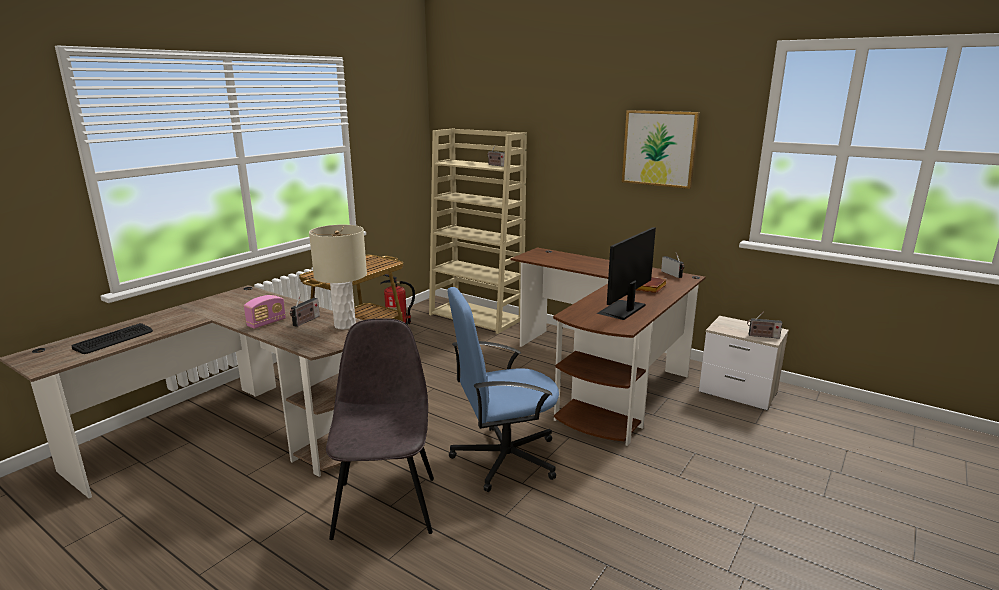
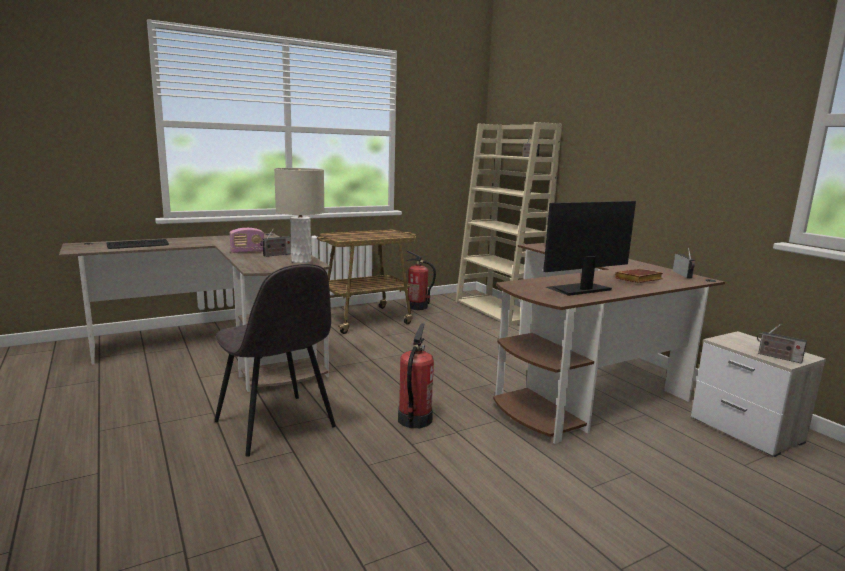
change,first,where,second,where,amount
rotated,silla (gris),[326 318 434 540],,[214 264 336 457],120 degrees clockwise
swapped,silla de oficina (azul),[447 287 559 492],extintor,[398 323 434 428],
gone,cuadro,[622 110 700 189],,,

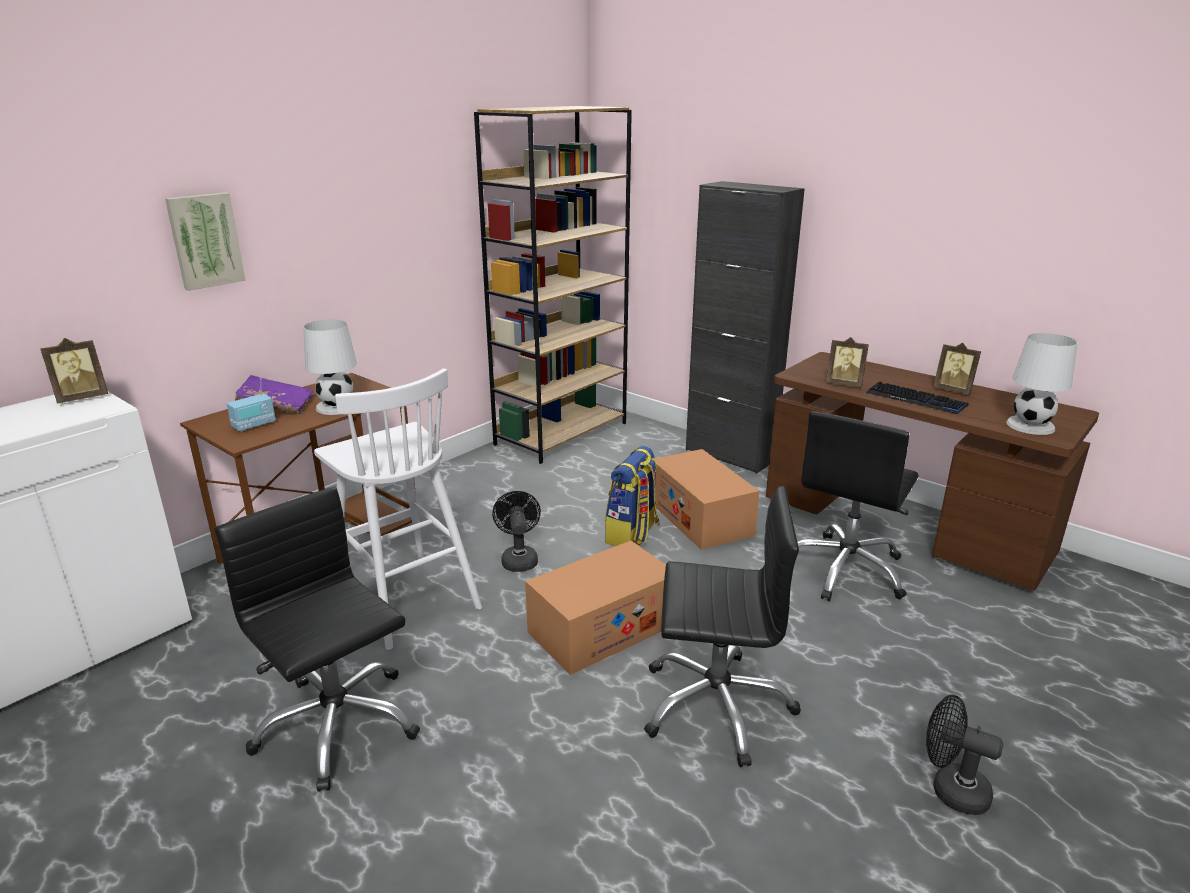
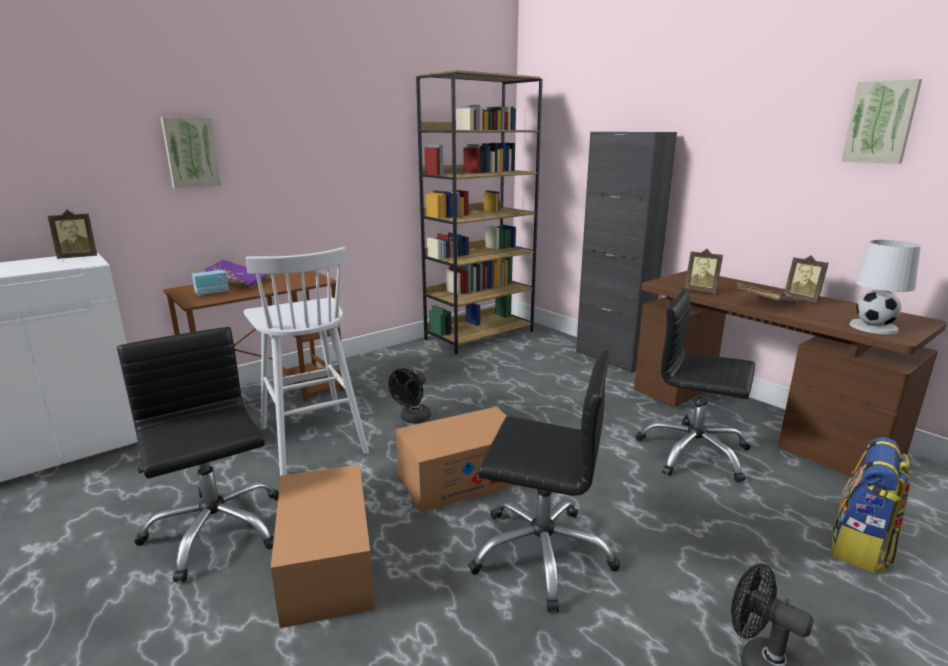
change,first,where,second,where,amount
gone,lámpara de mesa (blanco),[303 319 357 415],,,
rotated,ventilador (negro),[492 491 541 572],,[388 368 431 424],150 degrees counterclockwise
shifted,mochila,[605 446 660 546],,[831 437 910 574],
shifted,caja de cartón,[655 449 760 550],,[271 465 375 628],
rotated,silla de oficina (negro),[798 411 919 601],,[636 288 755 483],75 degrees clockwise
swapped,teclado,[866 381 969 414],libro (negro),[736 283 798 304],
new,,,cuadro,[841 79 922 164],

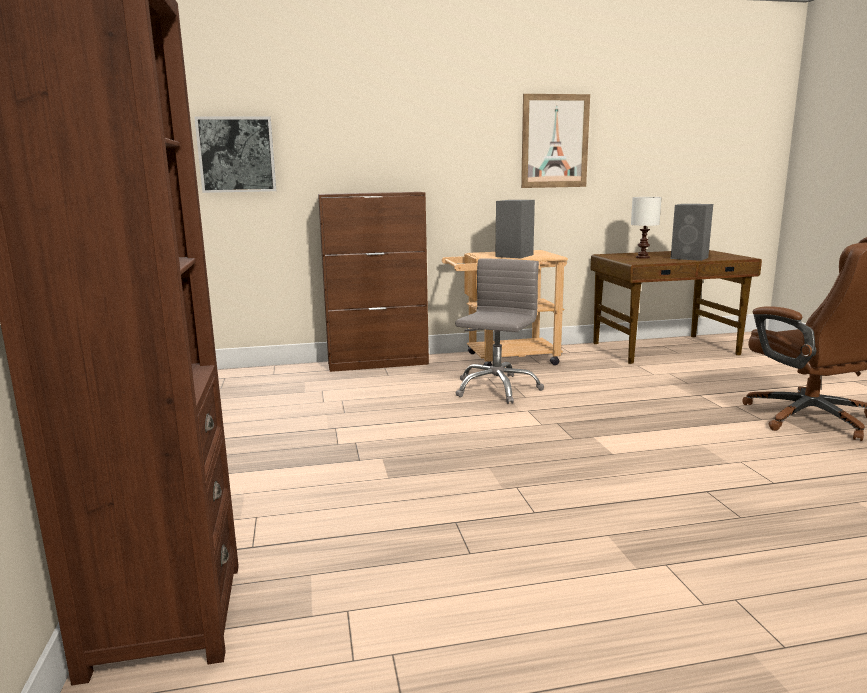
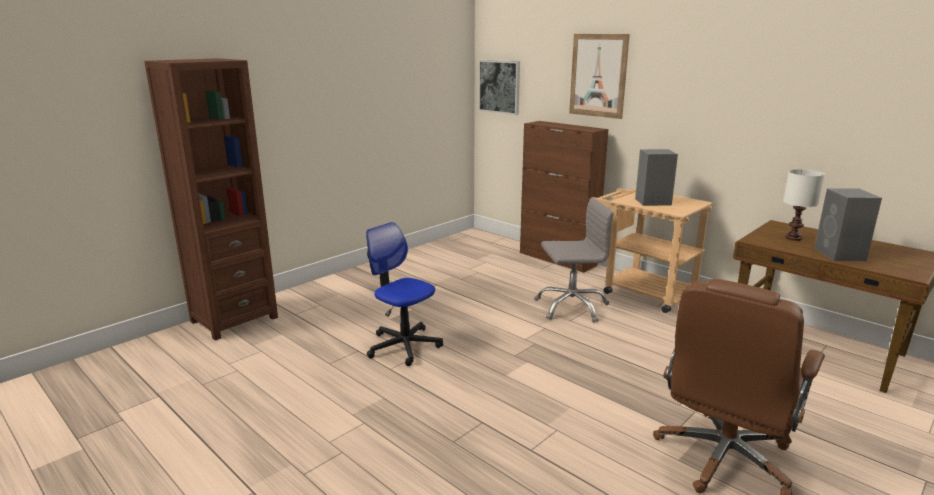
change,first,where,second,where,amount
shifted,cuadro,[521 94 590 188],,[569 34 630 119],
new,,,silla de oficina,[366 222 443 366],

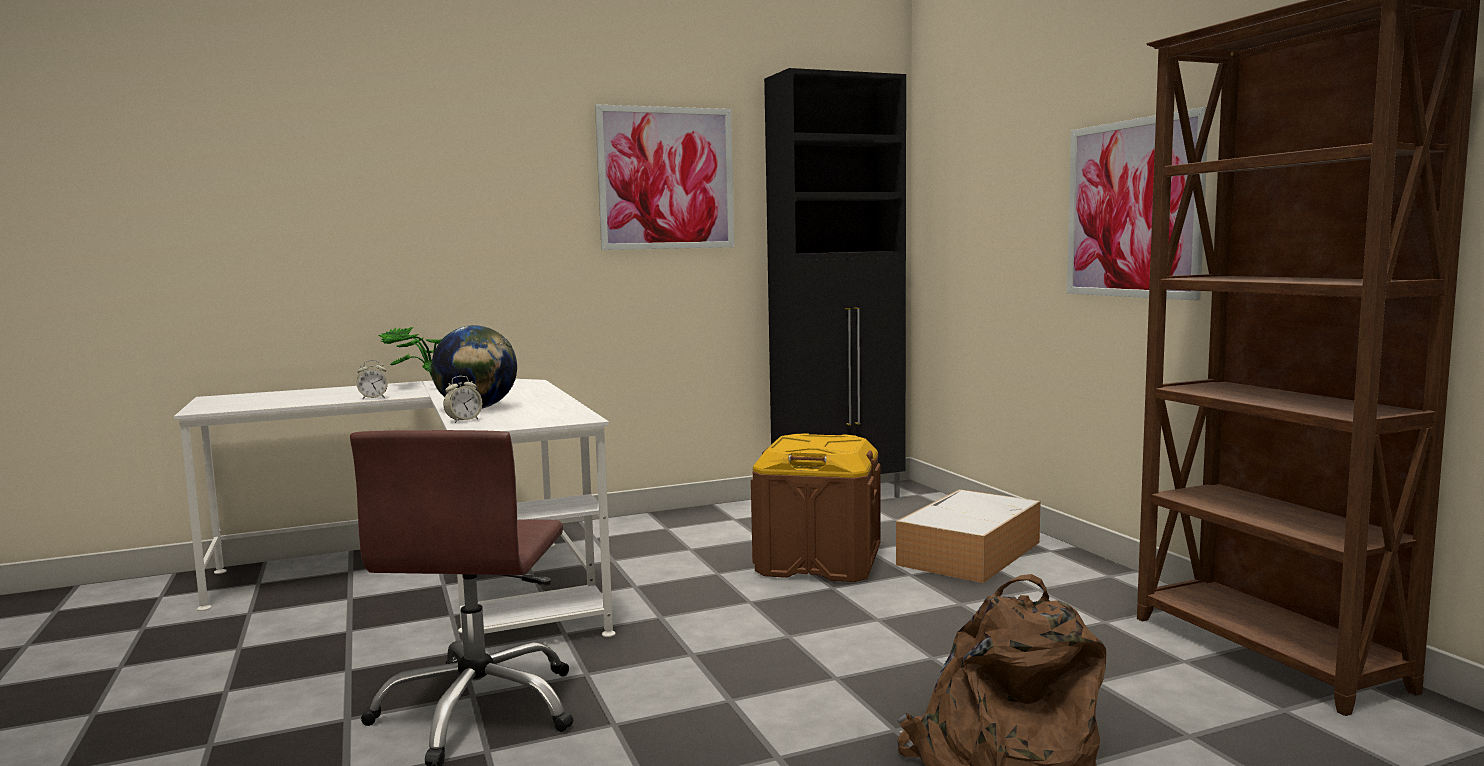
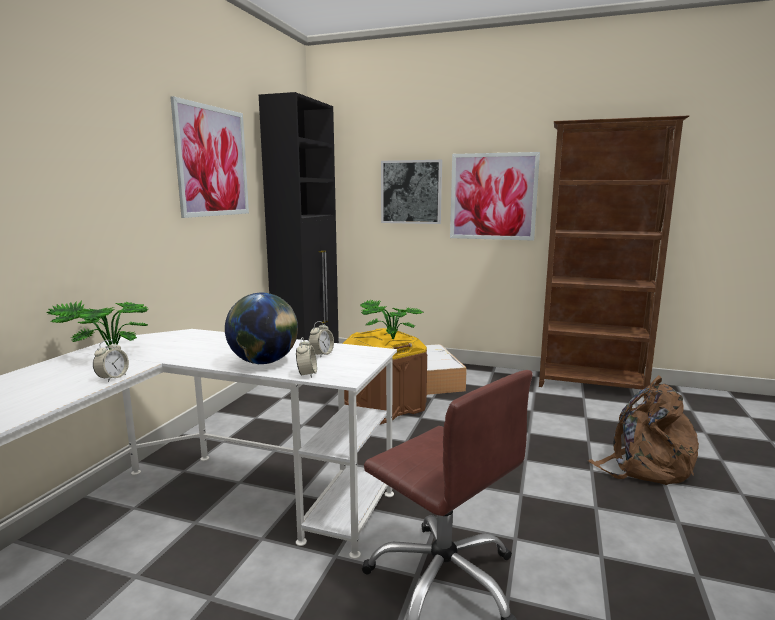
change,first,where,second,where,amount
new,,,despertador,[308 321 334 358],
new,,,planta en maceta,[360 300 424 339],
new,,,cuadro,[381 160 442 224],

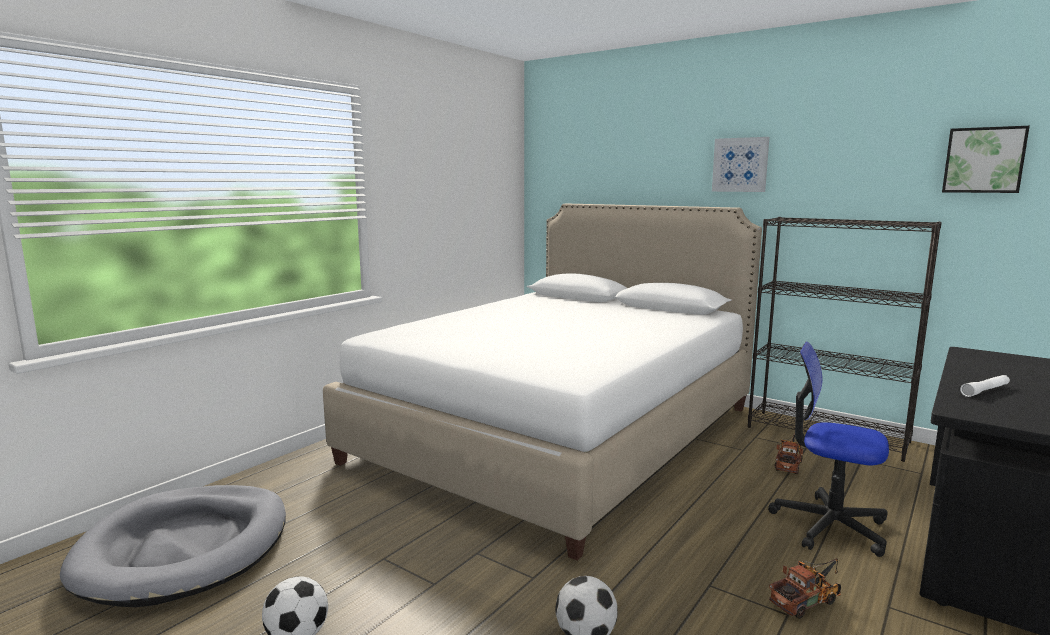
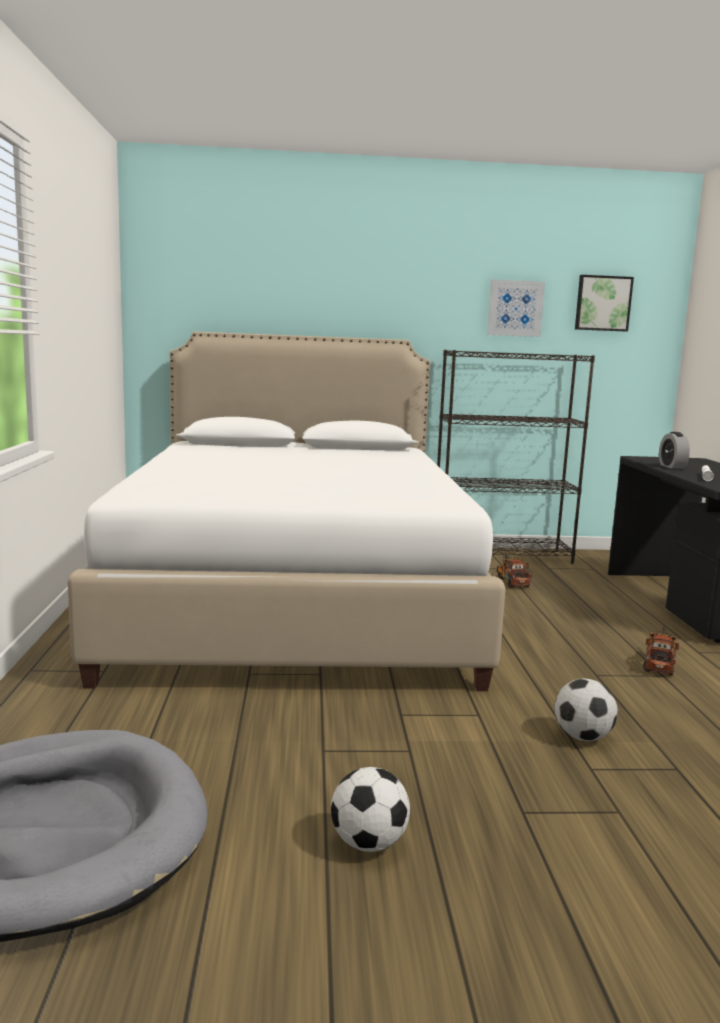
change,first,where,second,where,amount
shifted,cuadro,[712 137 769 192],,[487 279 545 337],
gone,silla de oficina,[768 342 889 557],,,
new,,,despertador,[659 432 690 469],

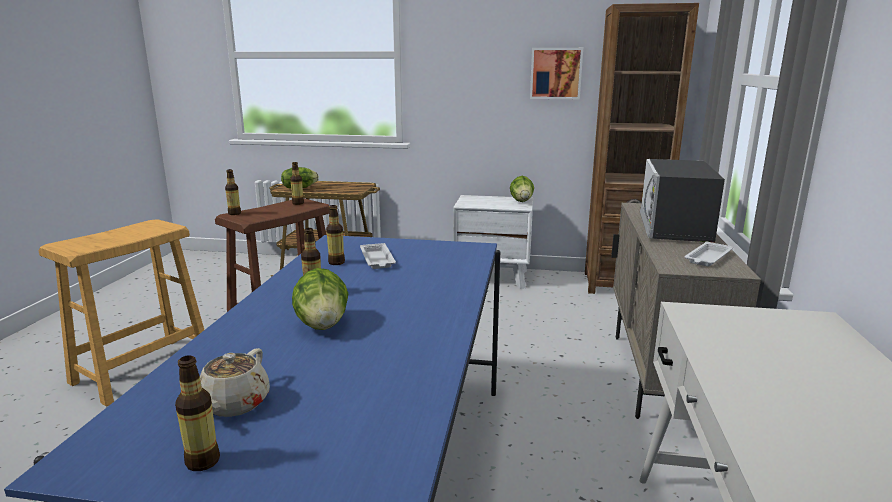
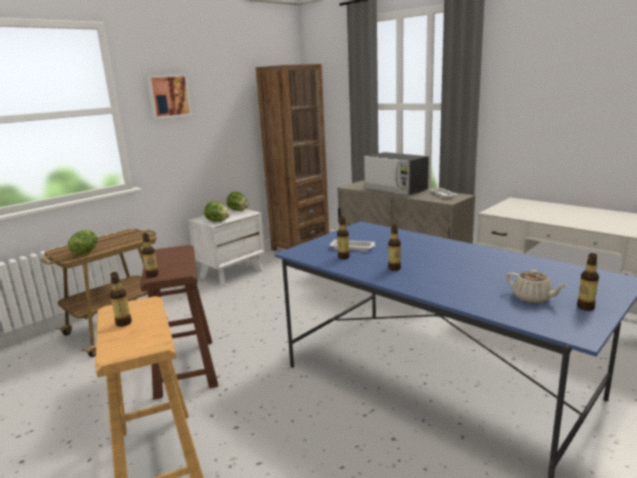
change,first,where,second,where,amount
shifted,botella,[290 162 304 205],,[110 272 132 327],
shifted,lechuga,[292 268 348 330],,[204 201 230 222],
shifted,cuadro,[530 48 583 99],,[147 74 192 119],

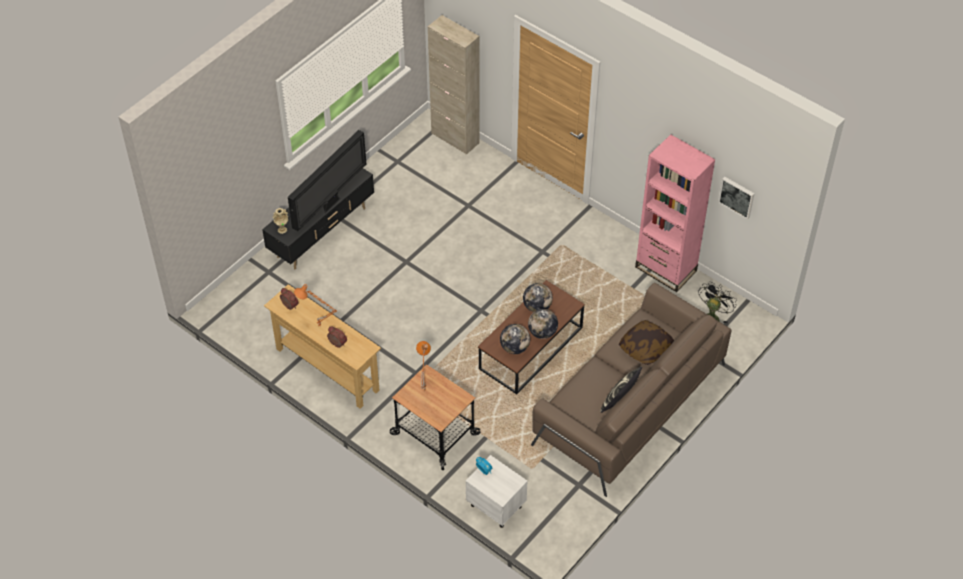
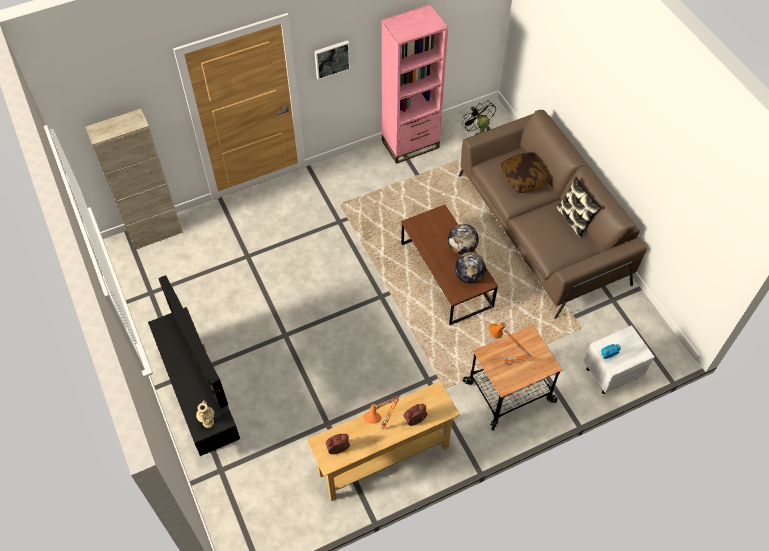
change,first,where,second,where,amount
gone,globo terráqueo,[523 283 553 312],,,
shifted,cuadro,[718 177 755 219],,[315 40 350 80],

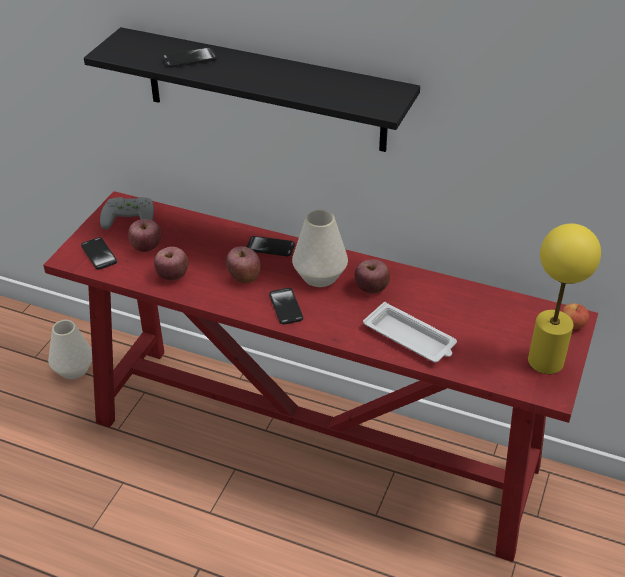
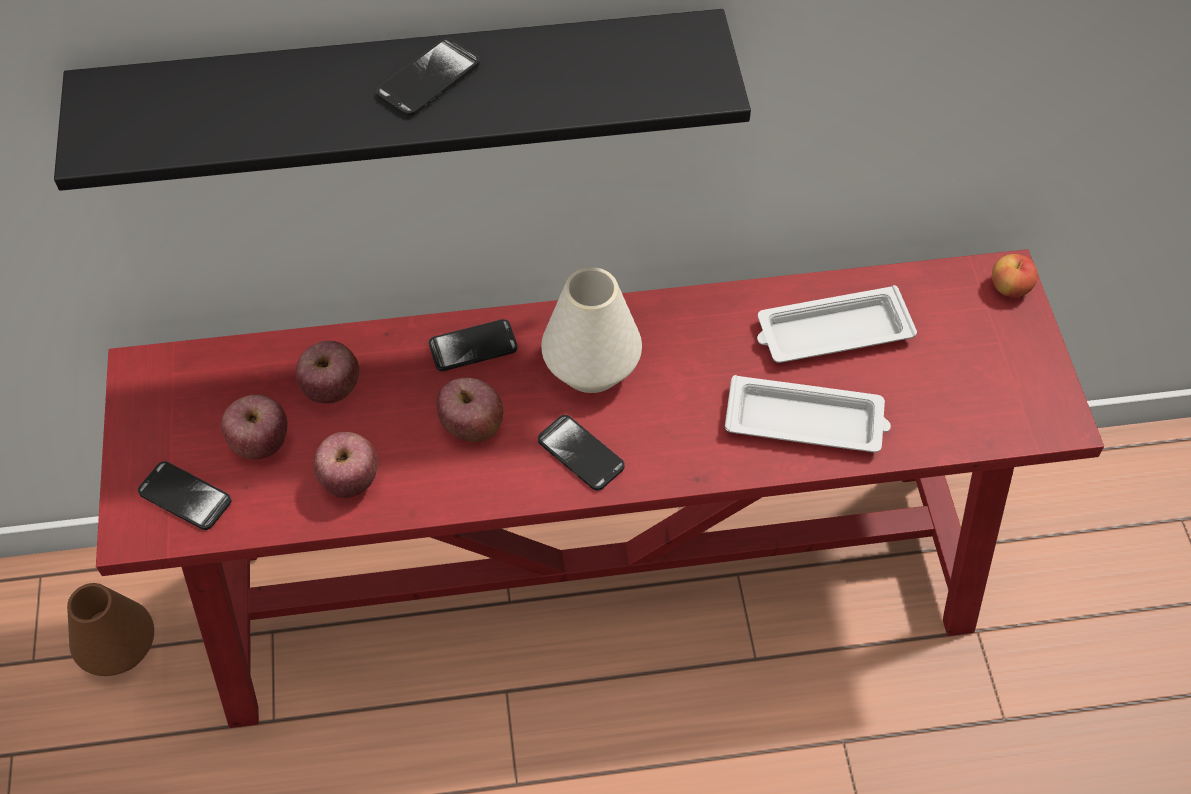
change,first,where,second,where,amount
repainted,florero (blanco),[48 320 92 379],florero (marrón),[67 583 154 676],
gone,mando de consola (gris),[100 197 154 229],,,
shifted,móvil,[163 47 217 68],,[377 38 480 117],
shifted,manzana,[354 259 390 294],,[296 341 359 404],
gone,lámpara de mesa (amarillo),[528 224 601 374],,,
new,,,bandeja (blanco),[757 285 917 363],

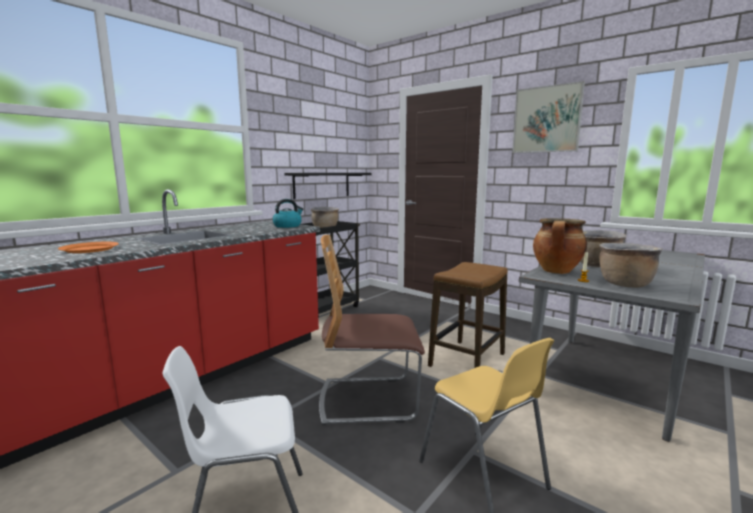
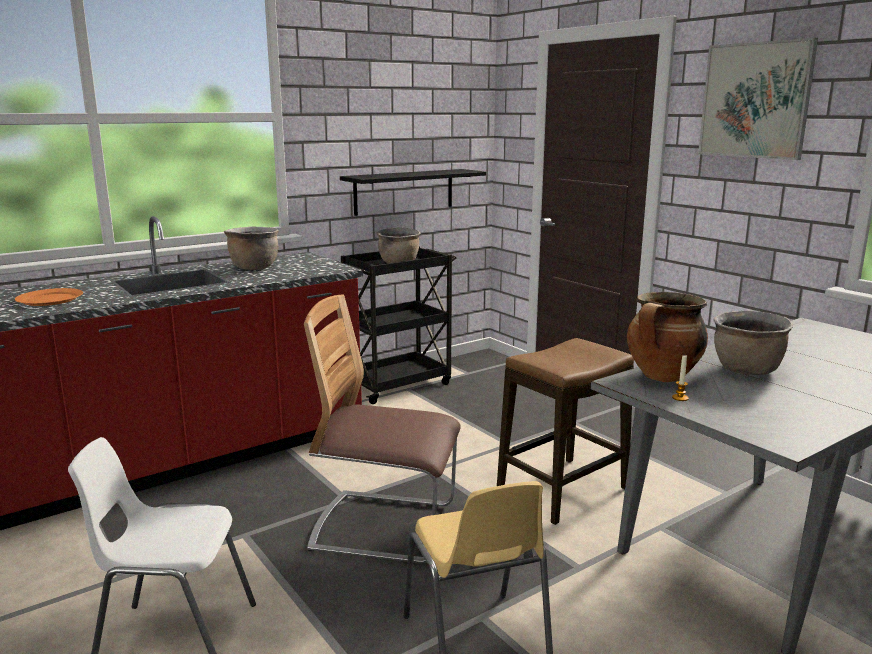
change,first,where,second,where,amount
gone,hervidor,[272 199 304 228],,,
shifted,olla (marrón),[599 243 663 288],,[224 226 279 270],

